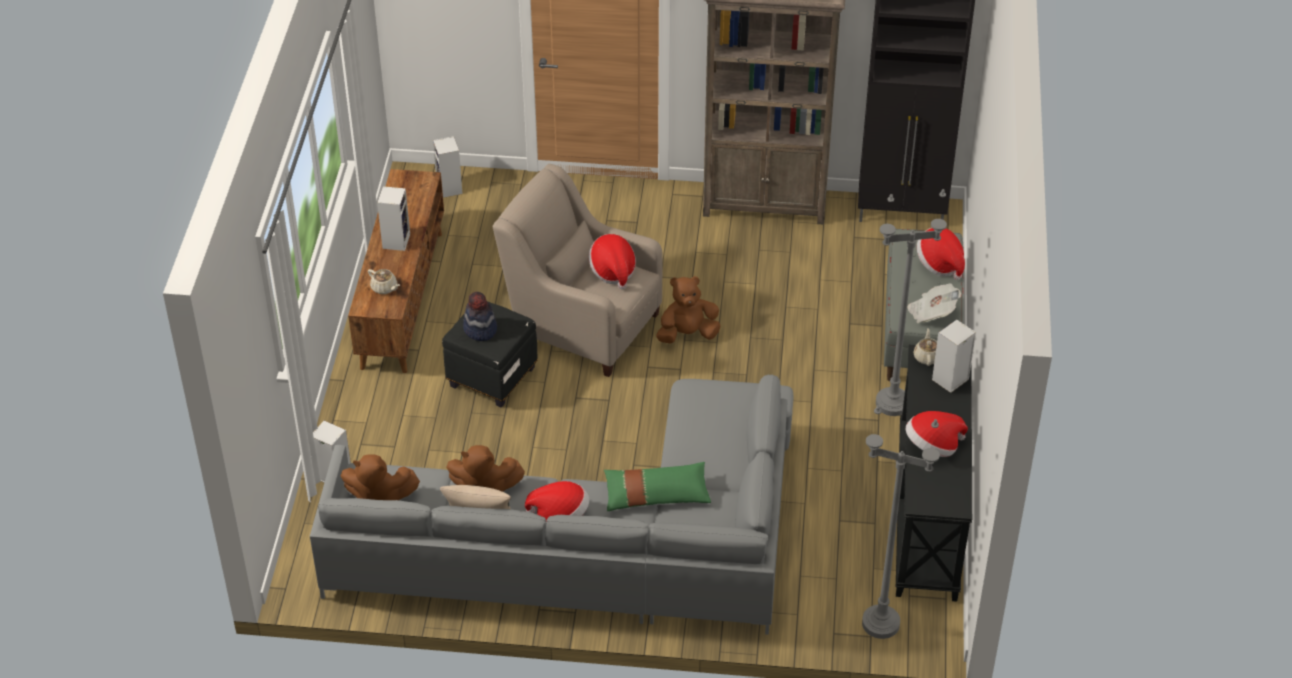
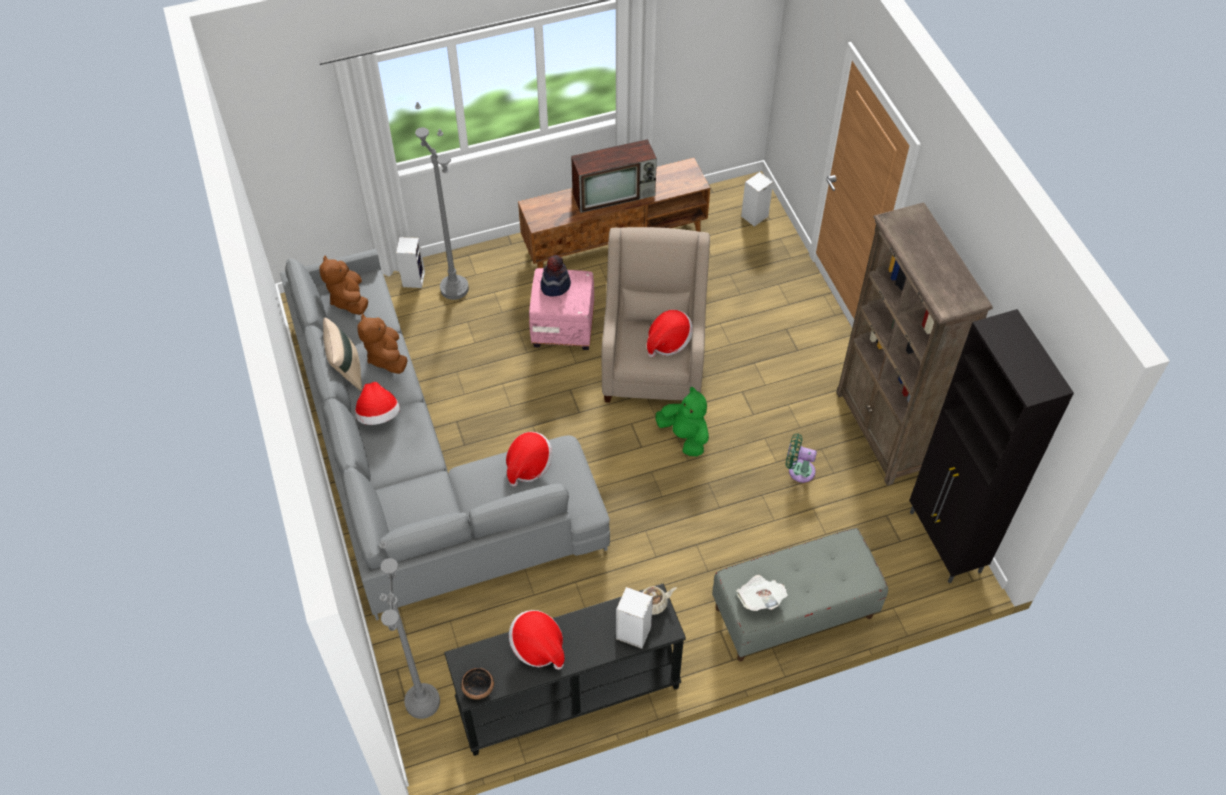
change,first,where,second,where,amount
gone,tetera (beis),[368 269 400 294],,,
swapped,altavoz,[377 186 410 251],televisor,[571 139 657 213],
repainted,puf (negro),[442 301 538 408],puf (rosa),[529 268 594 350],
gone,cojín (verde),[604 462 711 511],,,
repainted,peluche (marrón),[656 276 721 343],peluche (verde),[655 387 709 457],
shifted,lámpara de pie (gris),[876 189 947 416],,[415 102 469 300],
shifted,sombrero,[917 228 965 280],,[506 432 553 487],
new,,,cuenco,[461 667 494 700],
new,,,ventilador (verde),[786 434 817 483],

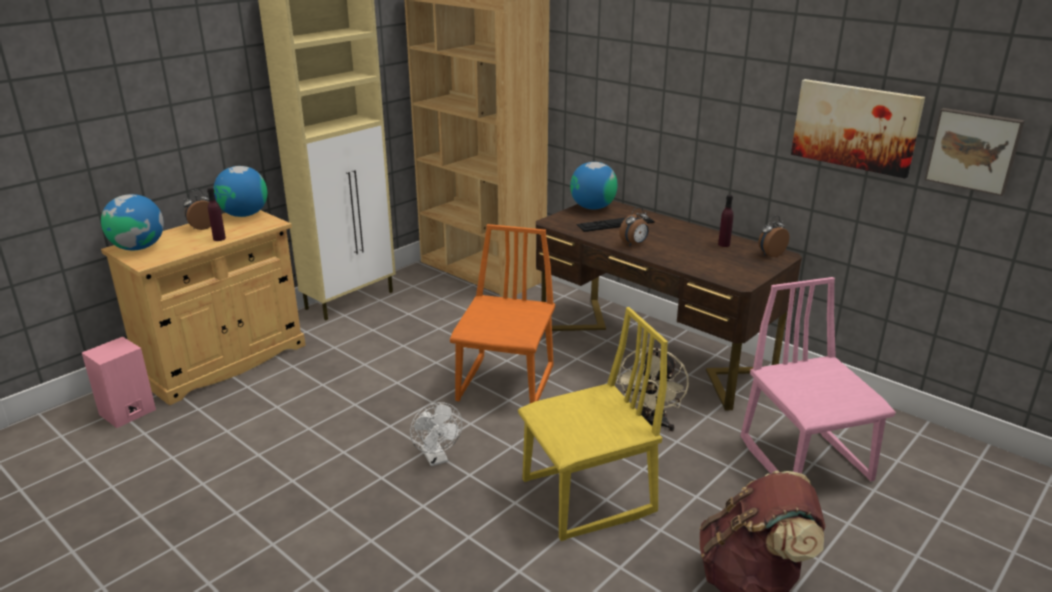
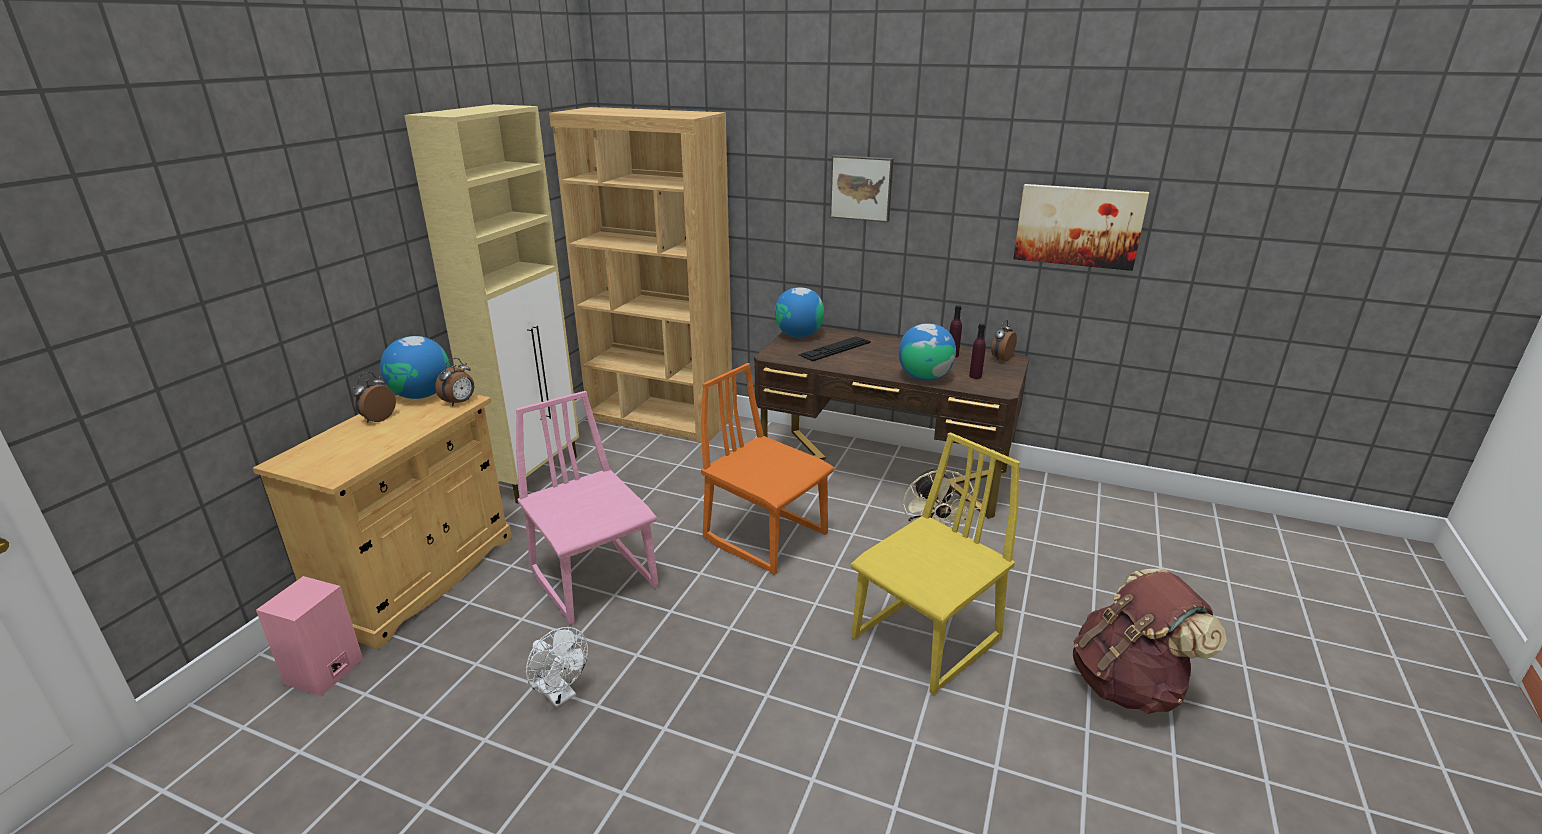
change,first,where,second,where,amount
shifted,globo terráqueo,[101 194 164 250],,[899 323 956 380],
shifted,botella (morado),[207 187 226 241],,[969 323 986 379],
shifted,ventilador (blanco),[410 402 462 466],,[526 627 588 707],
rotated,silla (naranja),[450 224 555 403],,[701 363 834 575],45 degrees counterclockwise
shifted,despertador,[619 207 649 247],,[435 358 474 406],
shifted,silla (rosa),[740 277 896 482],,[516 391 659 624],
shifted,cuadro,[925 108 1025 196],,[830 155 894 222],

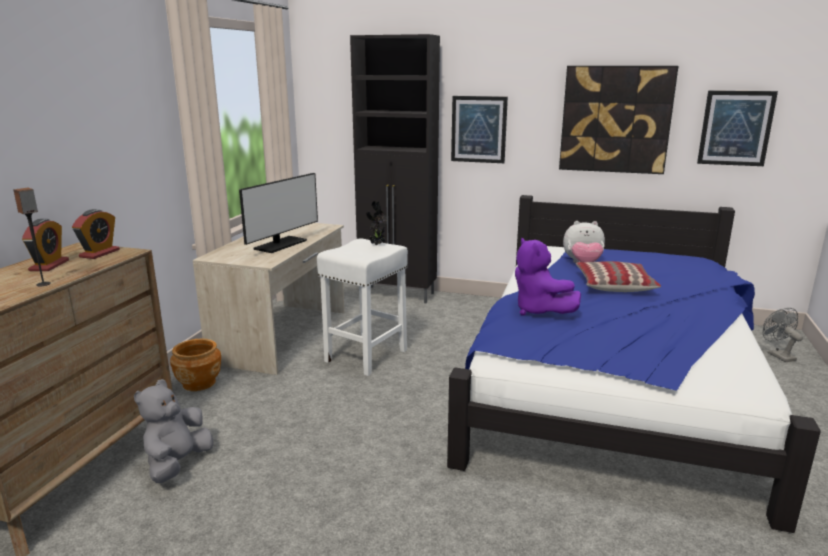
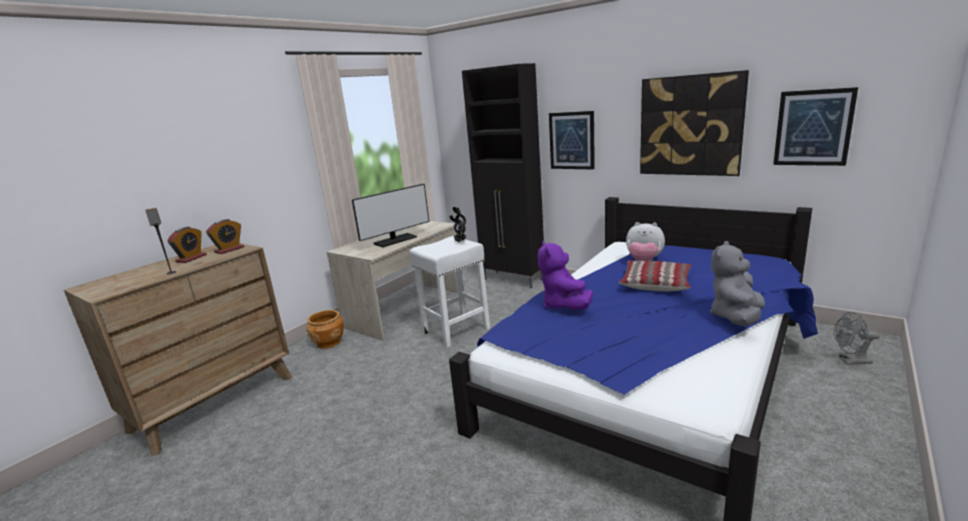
change,first,where,second,where,amount
shifted,peluche (gris),[134 379 213 483],,[710 241 765 326],
rotated,ventilador (gris),[763 308 803 362],,[834 312 880 365],90 degrees counterclockwise

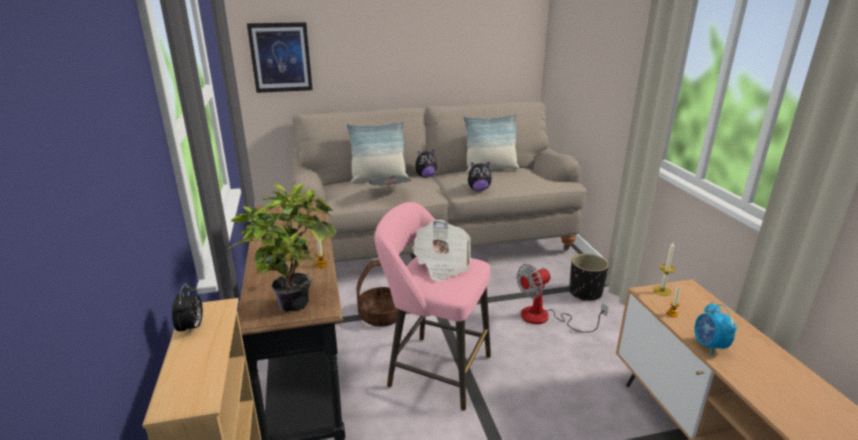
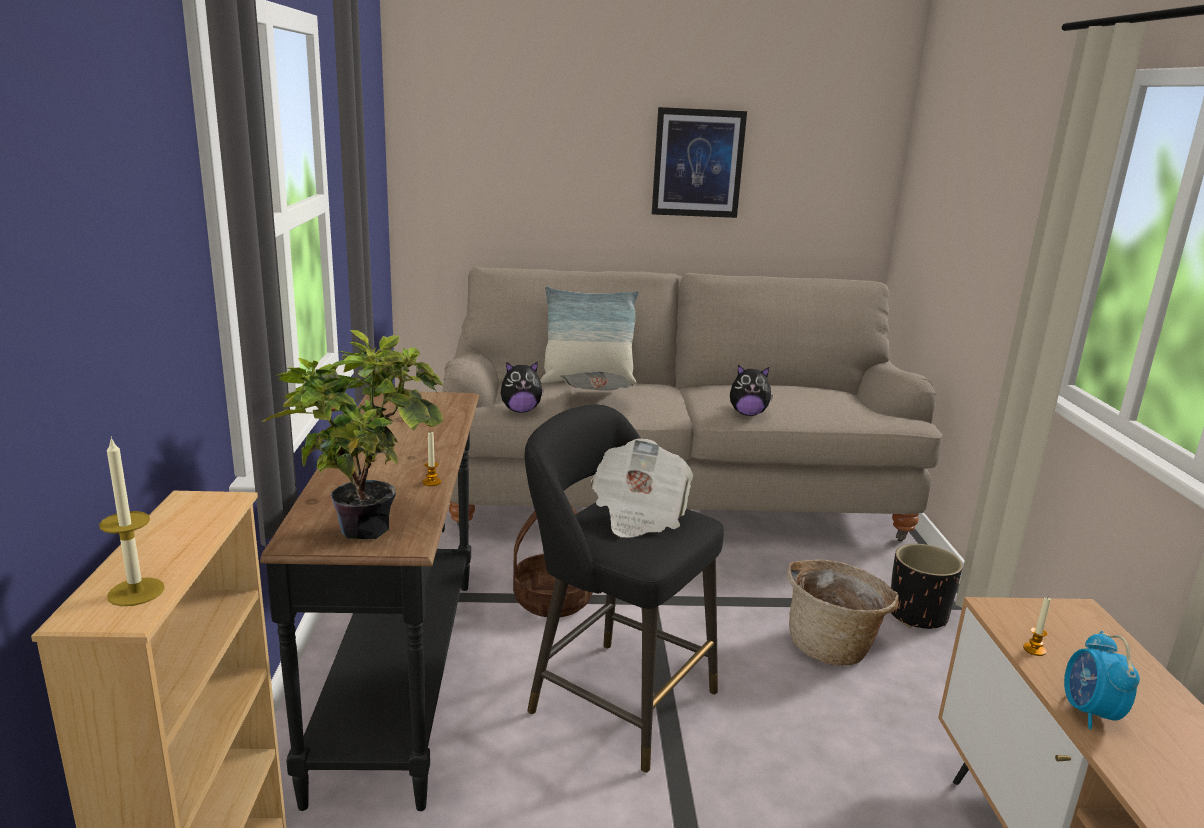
change,first,where,second,where,amount
gone,despertador,[172 283 203 335],,,
shifted,cuadro,[247 22 313 93],,[652 107 747 218],
repainted,taburete (rosa),[375 202 491 411],taburete (negro),[525 404 724 773],
shifted,peluche,[415 150 437 178],,[501 361 544 413],
gone,cojín,[463 114 519 174],,,
swapped,ventilador,[517 264 608 333],cesta,[787 559 899 666],
shifted,vela,[653 241 675 296],,[99 437 165 606],

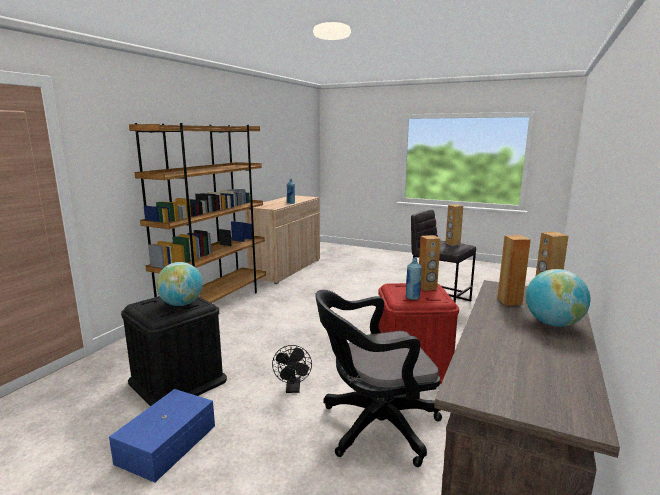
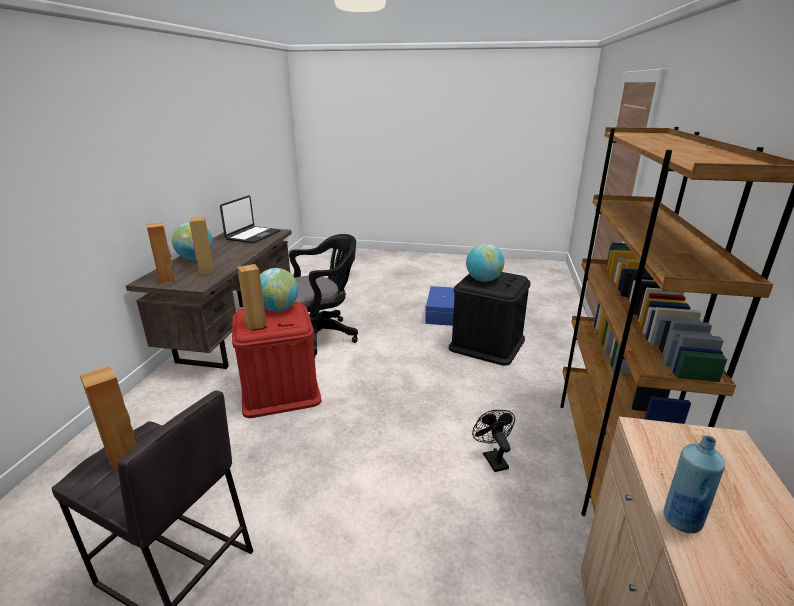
change,first,where,second,where,amount
shifted,ventilador (negro),[272 345 312 393],,[472 410 515 472],
swapped,botella (azul),[406 258 422 300],globo terráqueo,[260 268 298 311],
new,,,portátil,[220 195 280 243],

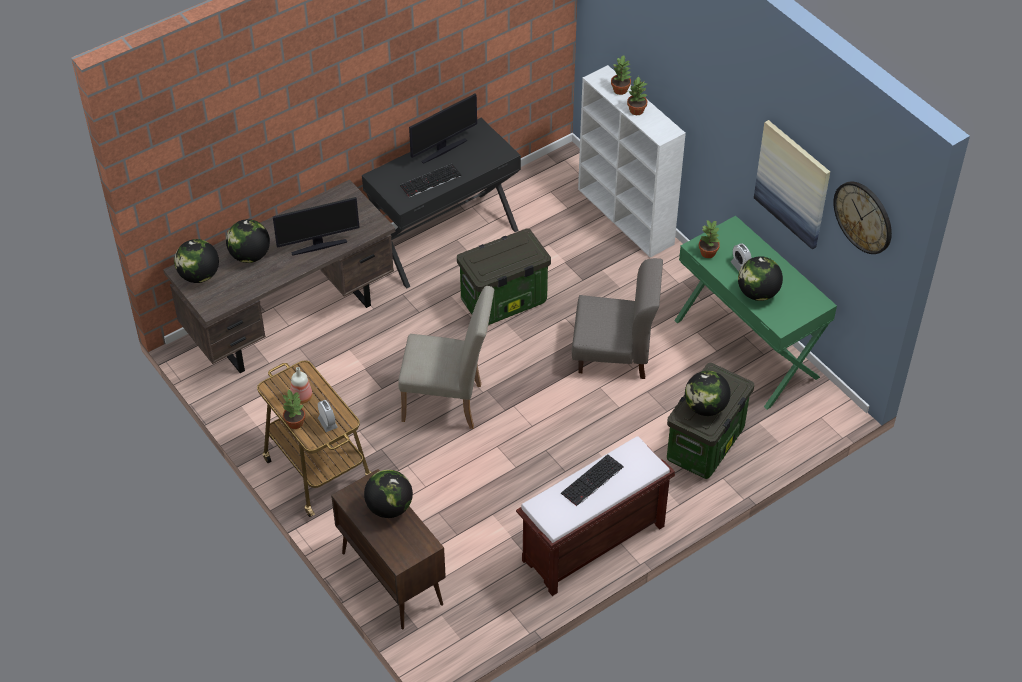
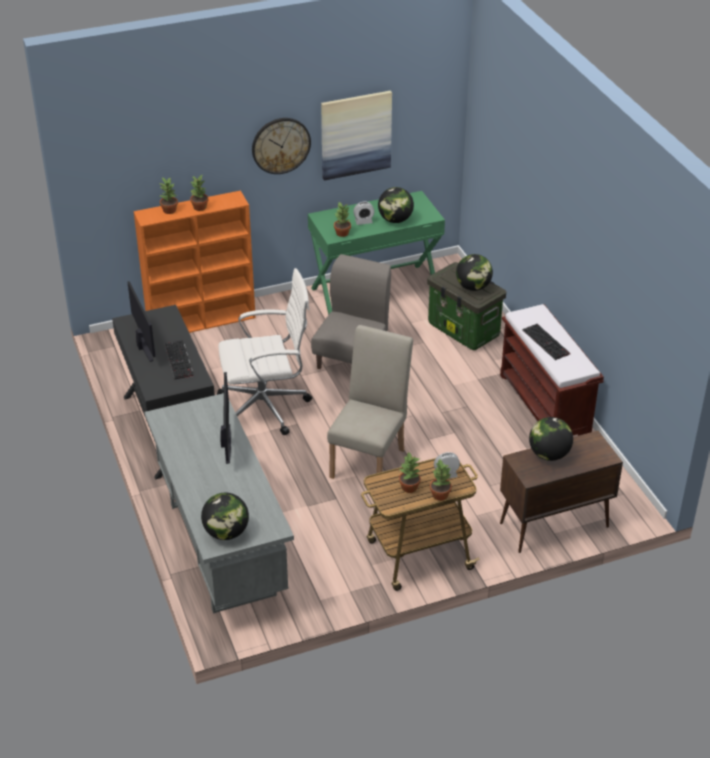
change,first,where,second,where,amount
repainted,escritorio (marrón),[163 179 395 373],escritorio (gris),[144 393 294 614],
gone,globo terráqueo,[226 219 270 263],,,
swapped,botella,[290 367 312 404],planta en maceta,[399 453 421 493],
swapped,caja de almacenaje,[457 229 551 325],silla de oficina (blanco),[217 268 312 435],
repainted,estantería (blanco),[578 65 686 258],estantería (naranja),[134 191 256 333],
shifted,reloj de pared,[833 181 892 254],,[252 118 311 174],

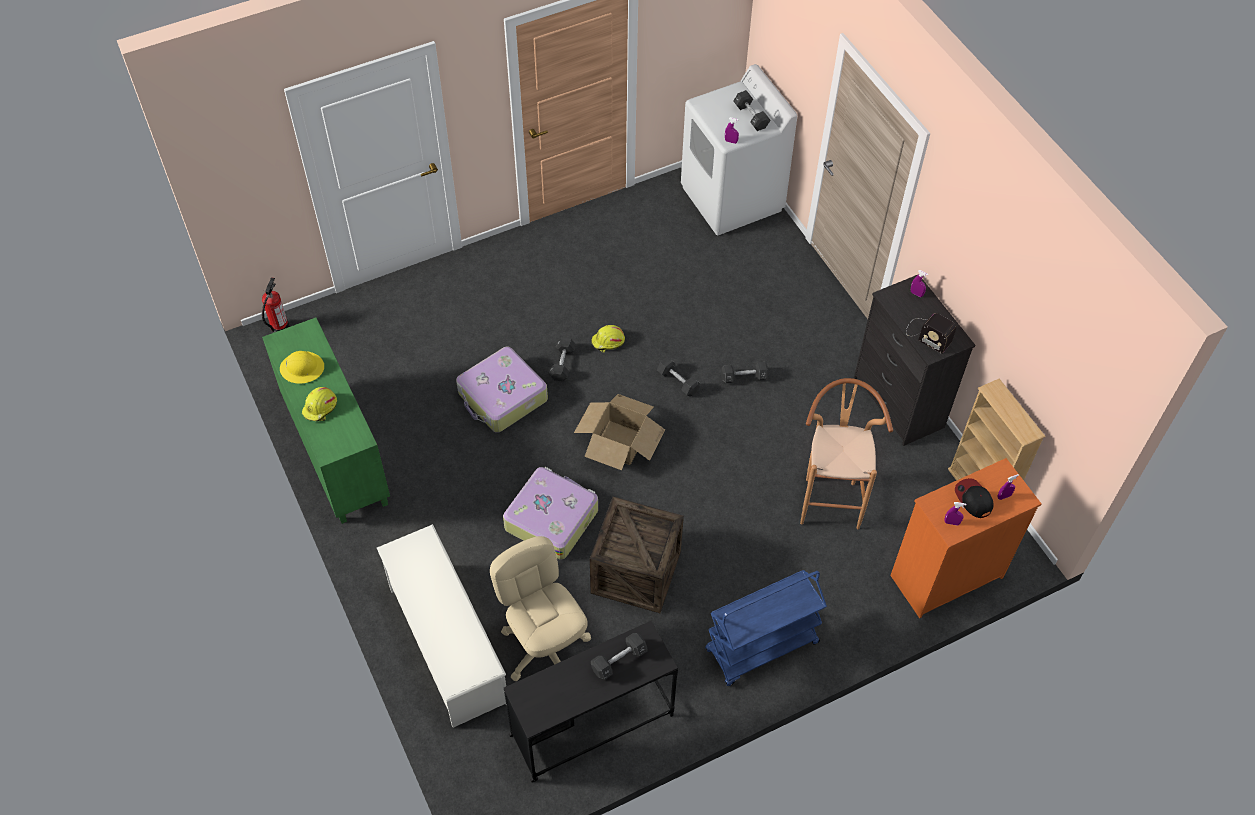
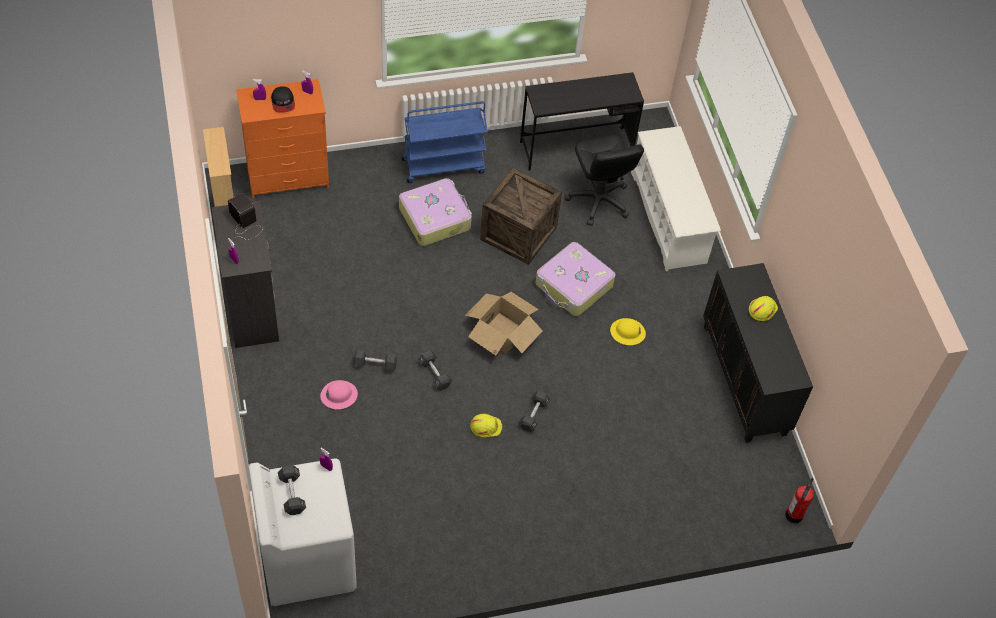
change,first,where,second,where,amount
repainted,armario (verde),[262 318 390 524],armario (negro),[703 263 813 443],
shifted,casco (amarillo),[280 351 324 384],,[610 318 646 345],
shifted,maleta,[456 346 548 433],,[399 178 472 246],
repainted,silla de oficina (beis),[490 536 591 681],silla de oficina (negro),[564 134 644 226],
gone,mancuerna (negro),[591 633 647 680],,,
gone,taburete (marrón),[800 378 893 529],,,
new,,,casco (rosa),[320 380 358 409],

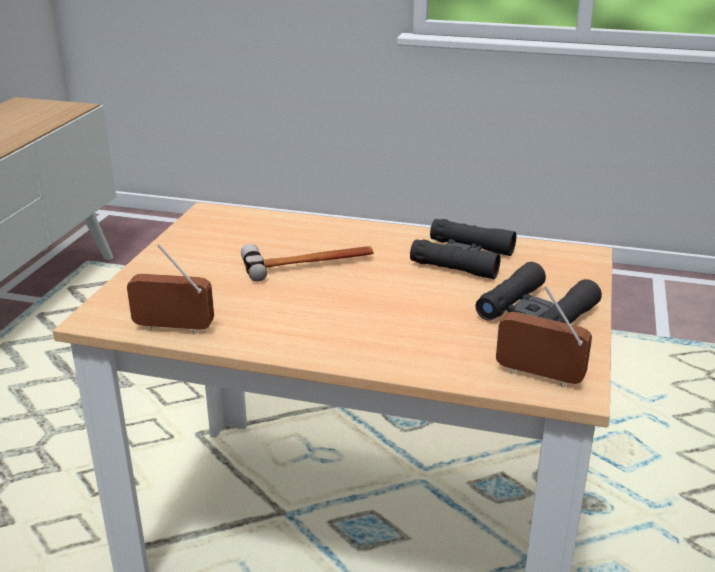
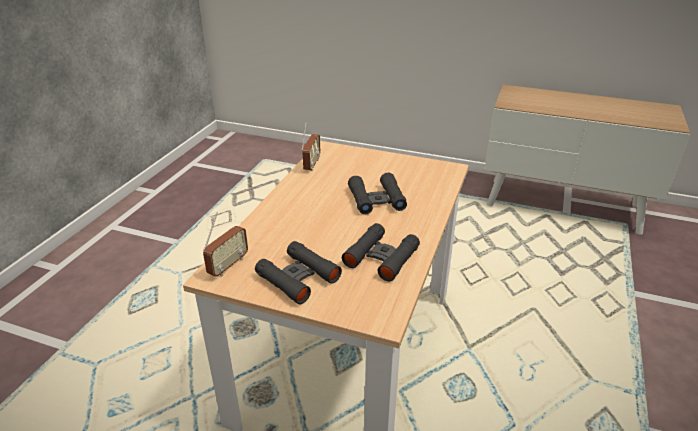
change,first,where,second,where,amount
swapped,martillo,[241 244 373 282],prismáticos (negro),[348 173 407 215],

